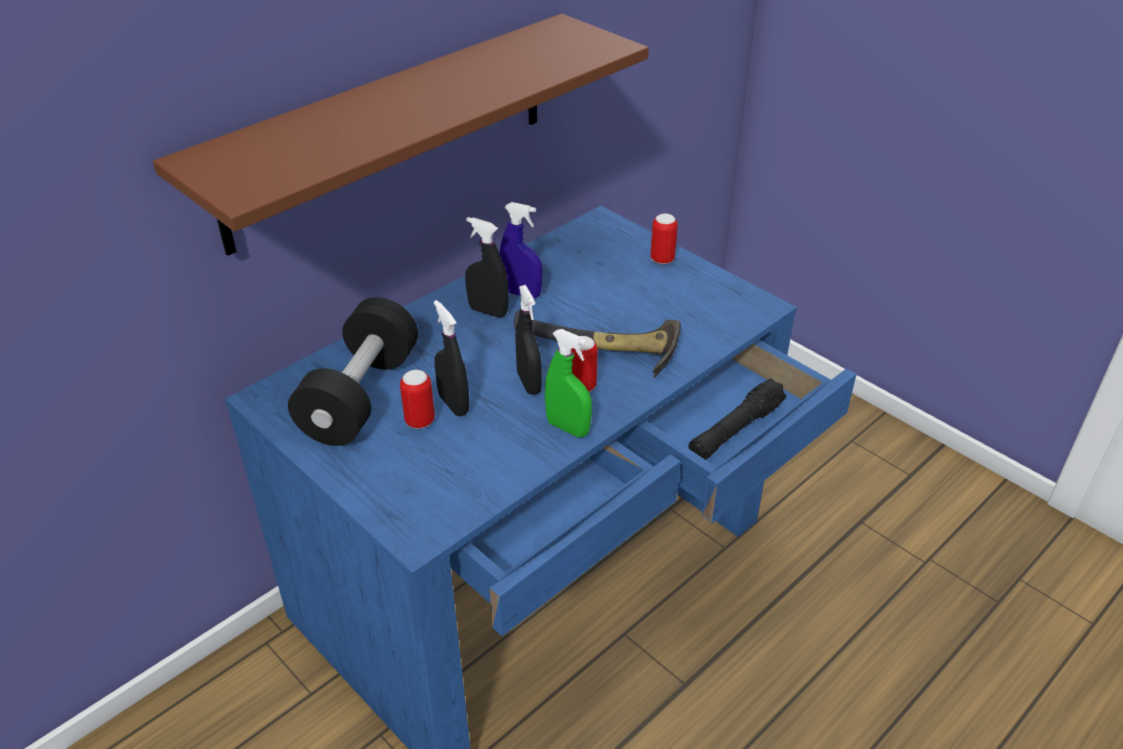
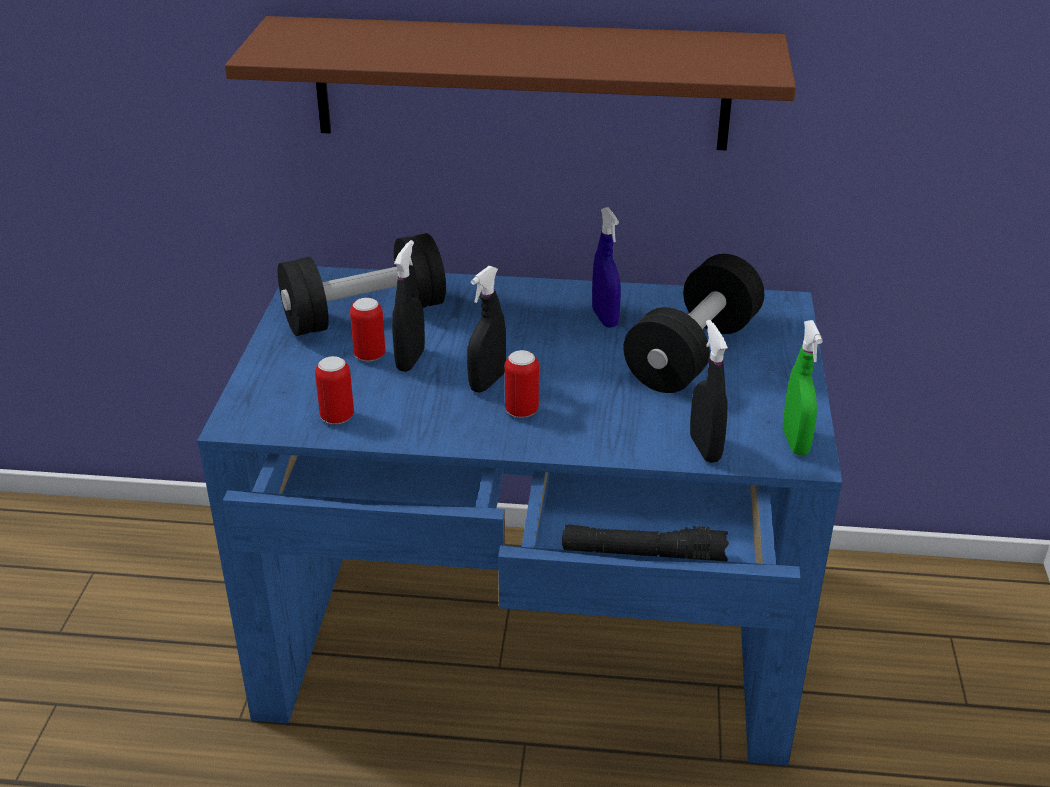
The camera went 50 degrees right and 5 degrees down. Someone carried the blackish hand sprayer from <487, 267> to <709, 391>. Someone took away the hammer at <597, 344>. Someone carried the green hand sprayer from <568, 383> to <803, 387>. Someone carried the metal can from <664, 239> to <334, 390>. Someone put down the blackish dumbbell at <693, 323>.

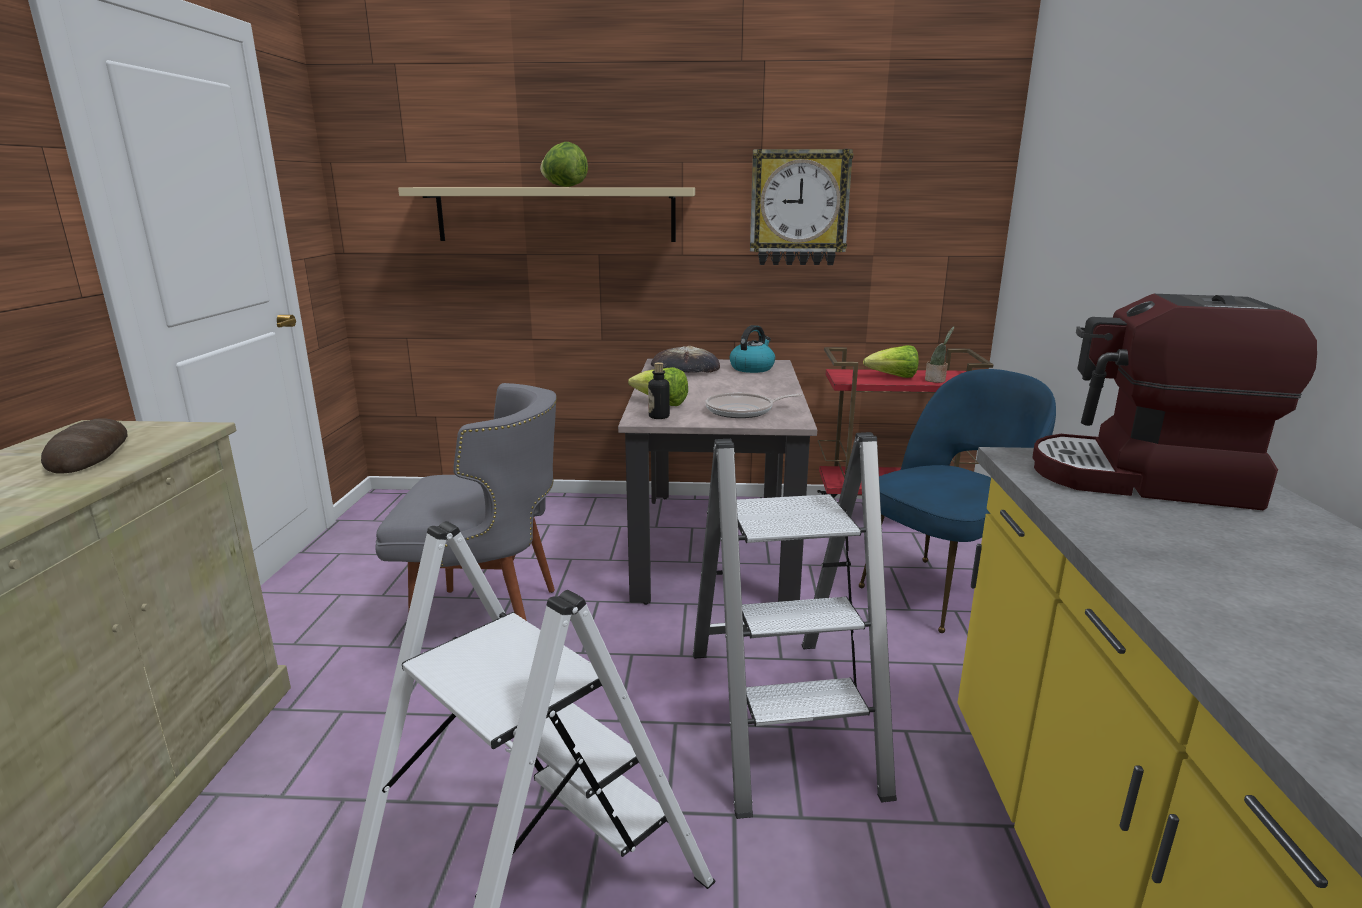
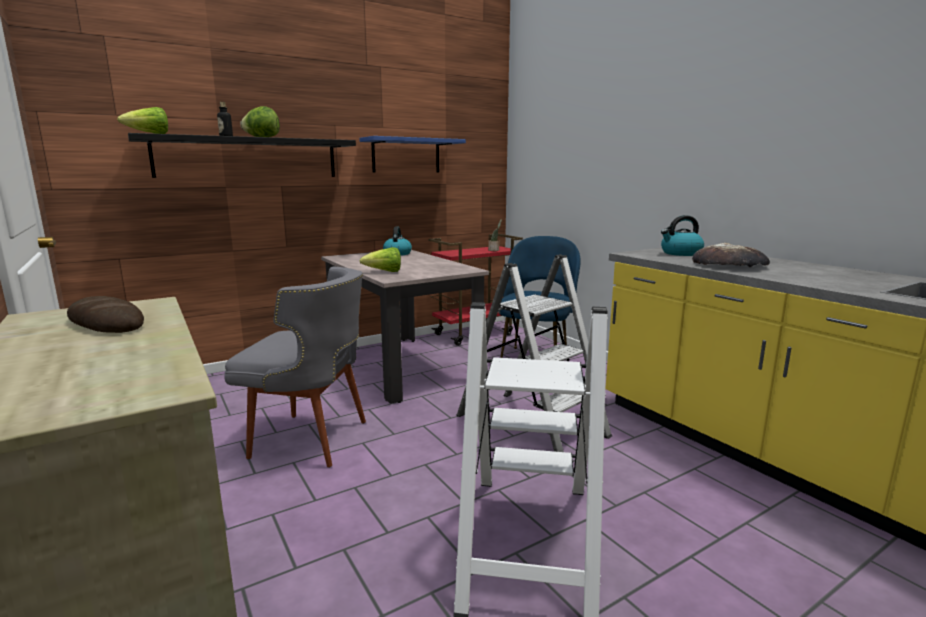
The camera went 35 degrees left and 5 degrees down. Someone rotated the greyish upright chair at <466, 502> by 45 degrees clockwise. Someone repainted the sand-coloured shelf at <546, 214>, which became the blackish shelf at <242, 155>. Someone carried the bottle from <659, 390> to <225, 119>. Someone carried the baked bread from <685, 359> to <731, 255>. Someone took away the skillet at <753, 405>. Someone swapped the hanging clock at <802, 207> for the bluish shelf at <412, 154>. Someone carried the lettuce head from <891, 361> to <142, 120>. Someone swapped the coffee maker at <1175, 402> for the water kettle at <682, 235>.

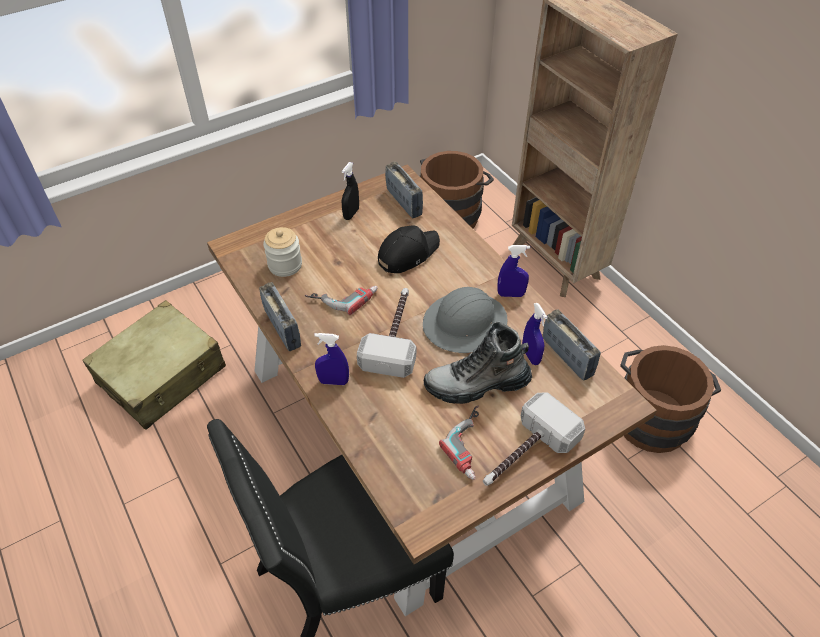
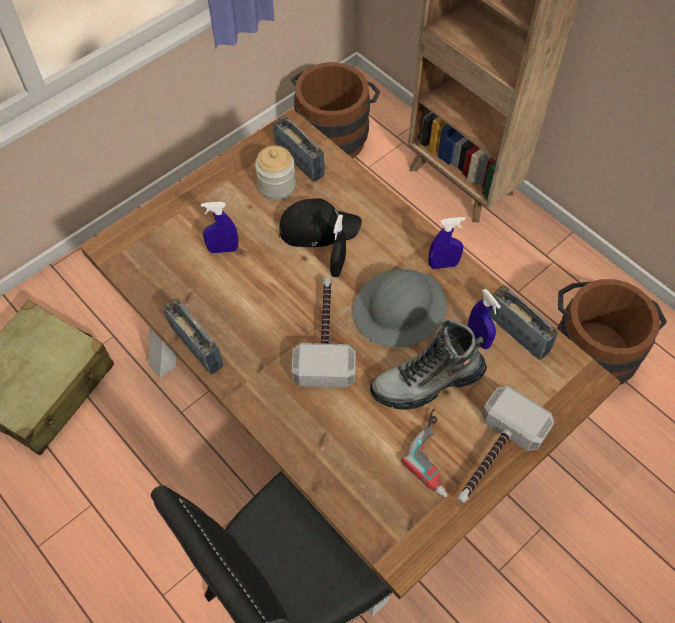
The camera went 10 degrees left and 10 degrees up. Someone carried the jar from <282, 252> to <275, 173>. Someone took away the electric drill at <341, 300>. Someone carried the bluish hand sprayer from <331, 359> to <219, 227>. Someone carried the blackish hand sprayer from <350, 191> to <338, 245>. Someone rotated the blackish peaked cap at <409, 249> by 45 degrees clockwise.

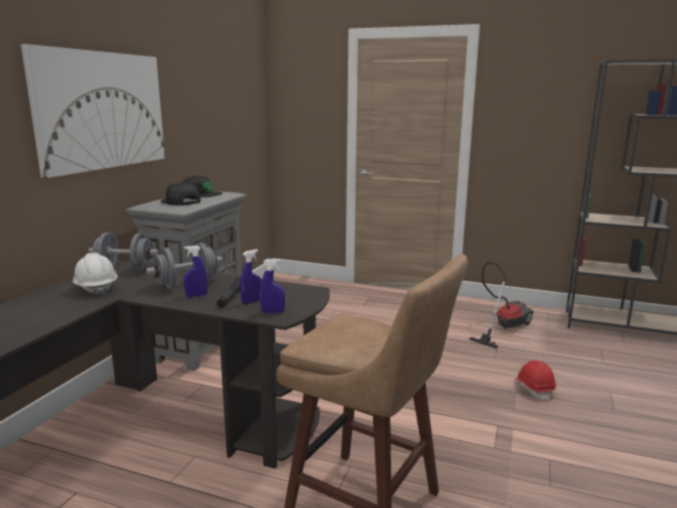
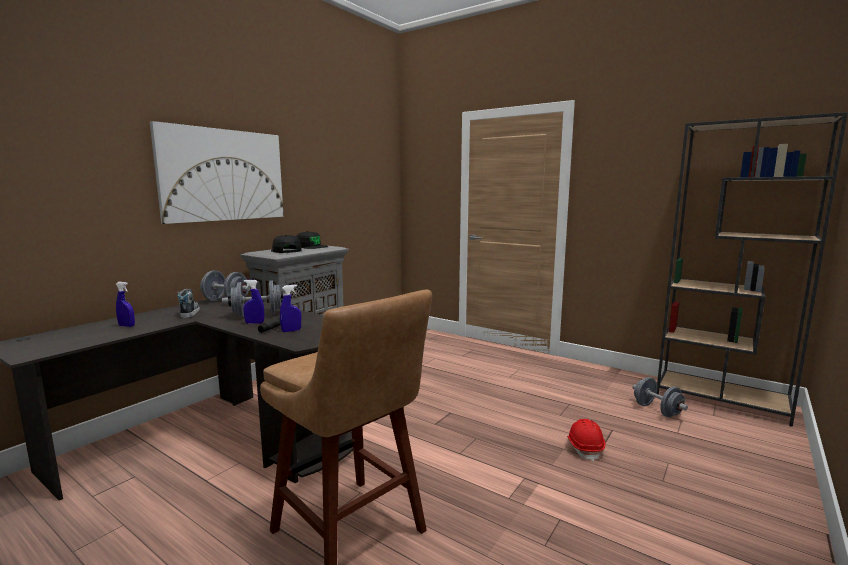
The camera went 15 degrees right and 5 degrees down. Someone swapped the white work helmet at <95, 274> for the item of footwear at <188, 303>. Someone carried the bluish hand sprayer from <272, 286> to <125, 304>. Someone took away the vacuum cleaner at <501, 305>. Someone put down the greyish dumbbell at <660, 397>.

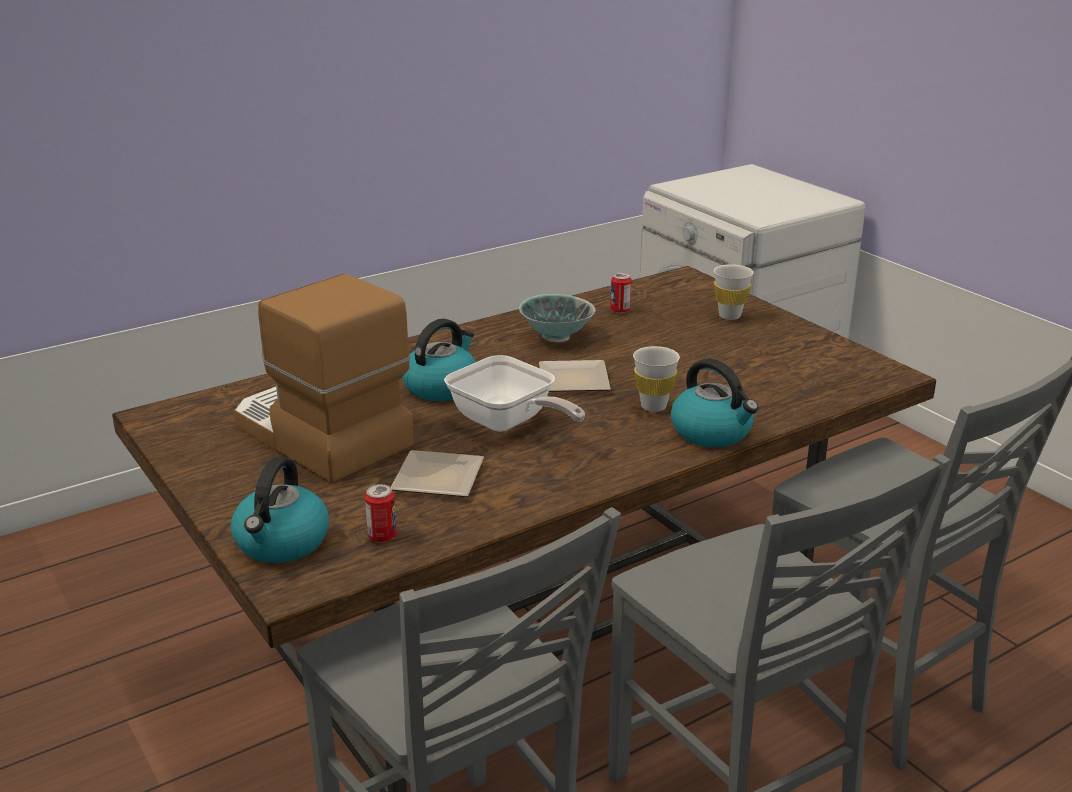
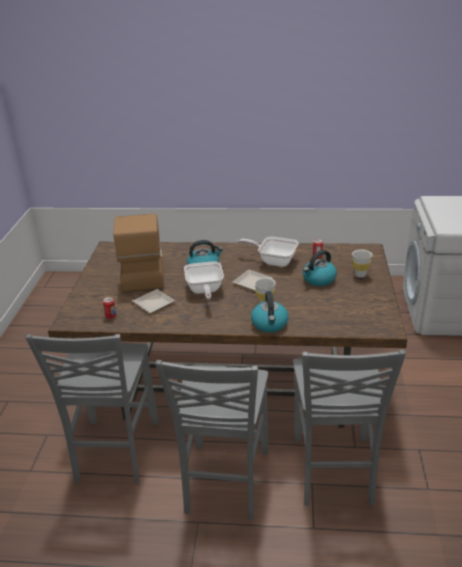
The camera went 40 degrees right and 5 degrees up. Someone carried the water kettle from <280, 509> to <320, 268>. Someone swapped the serving bowl at <557, 318> for the skillet at <268, 252>.

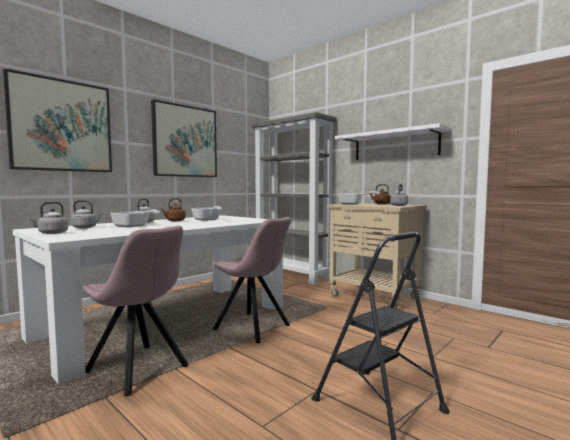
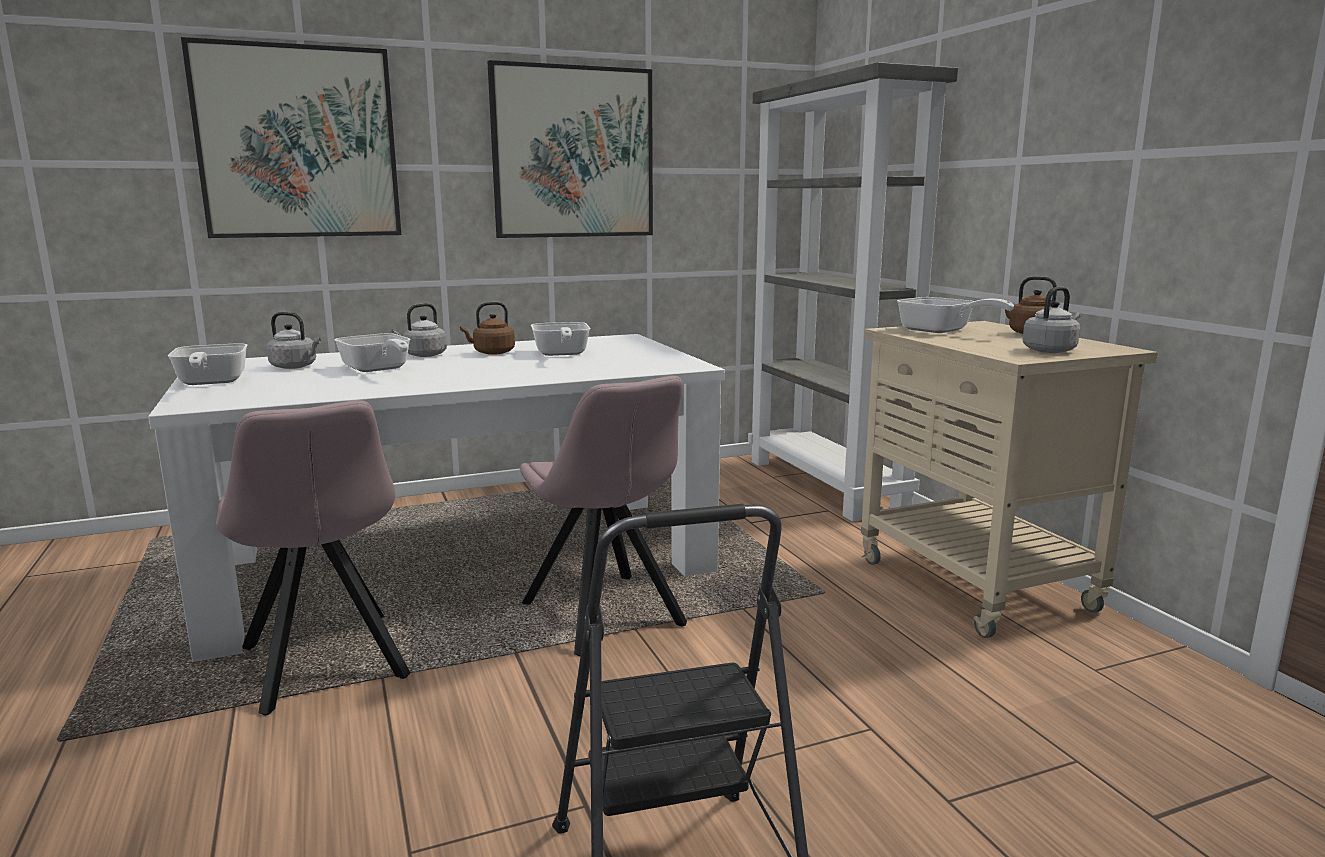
The camera went 25 degrees right and 10 degrees up. Someone swapped the greyish water kettle at <48, 218> for the skillet at <208, 364>. Someone took away the white shelf at <393, 141>.

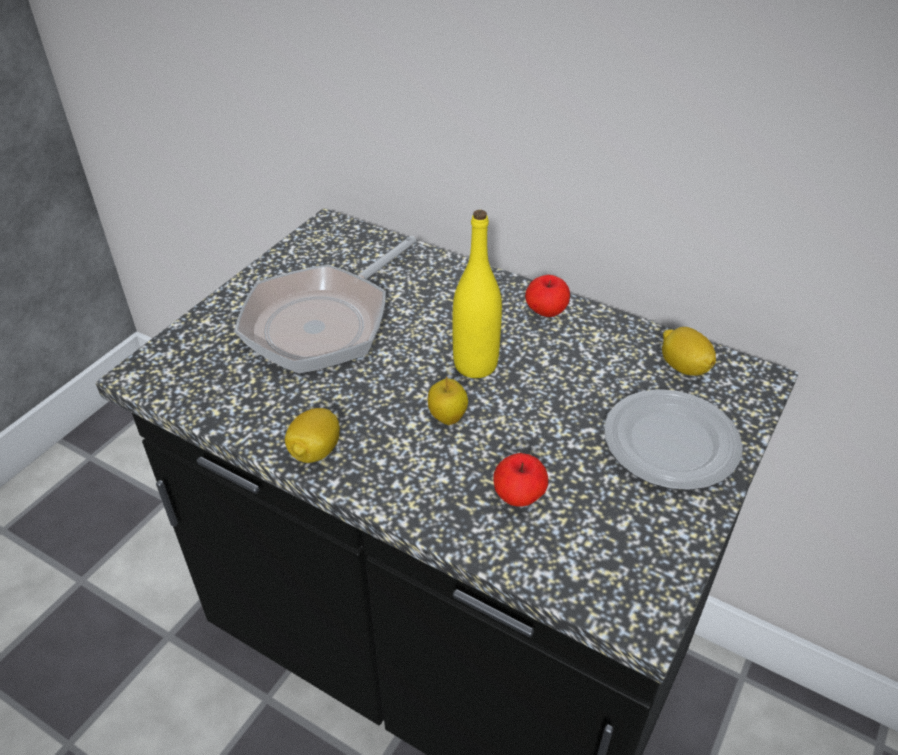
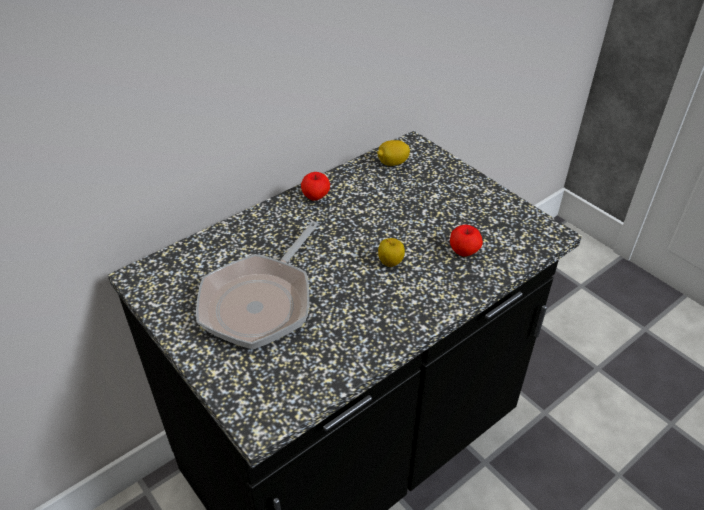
The camera went 70 degrees left and 0 degrees up. Someone rotated the skillet at <325, 305> by 60 degrees clockwise. Someone took away the citrus fruit at <312, 435>. Someone took away the yellow bottle at <477, 294>. Someone took away the plate at <673, 439>.

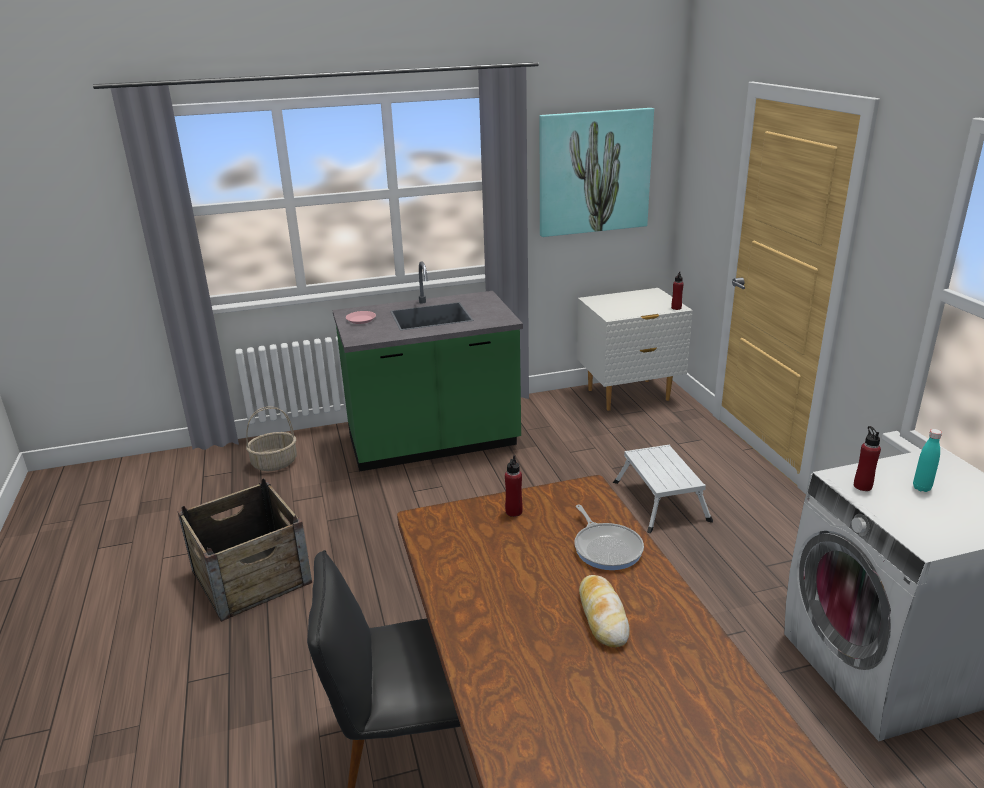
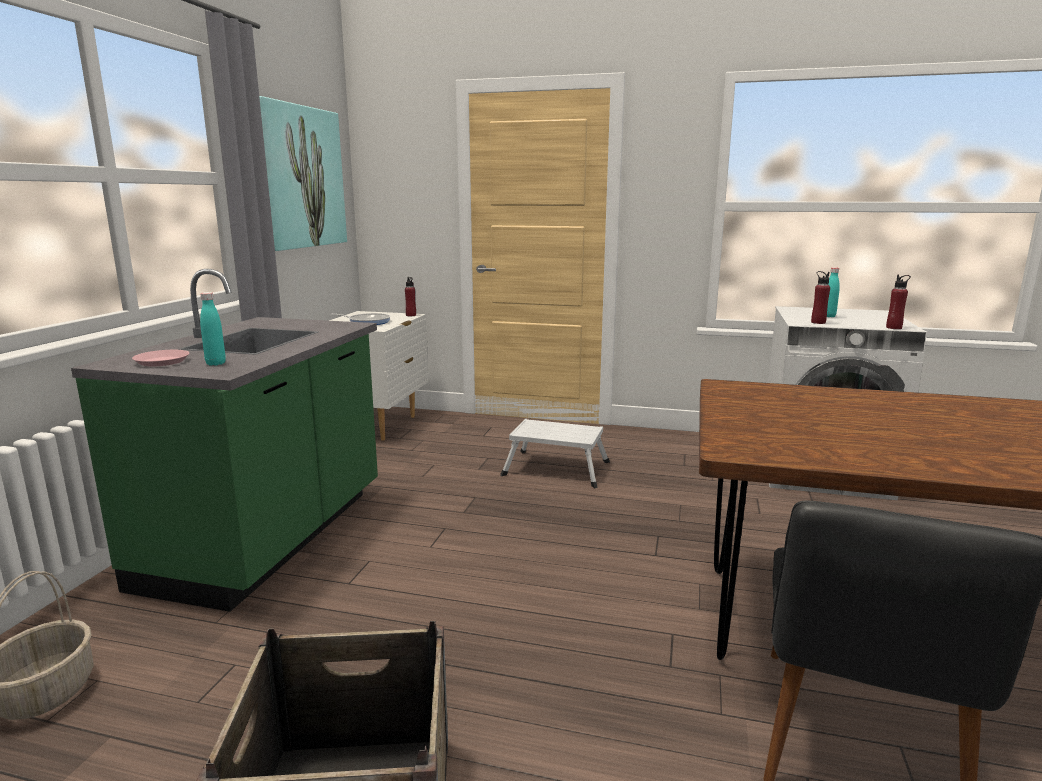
The camera went 60 degrees left and 10 degrees down. Someone carried the reddish bottle from <514, 486> to <898, 302>. Someone carried the skillet from <609, 537> to <361, 319>. Someone took away the baked bread at <604, 611>. Someone put down the turquoise-coloured bottle at <213, 329>.

